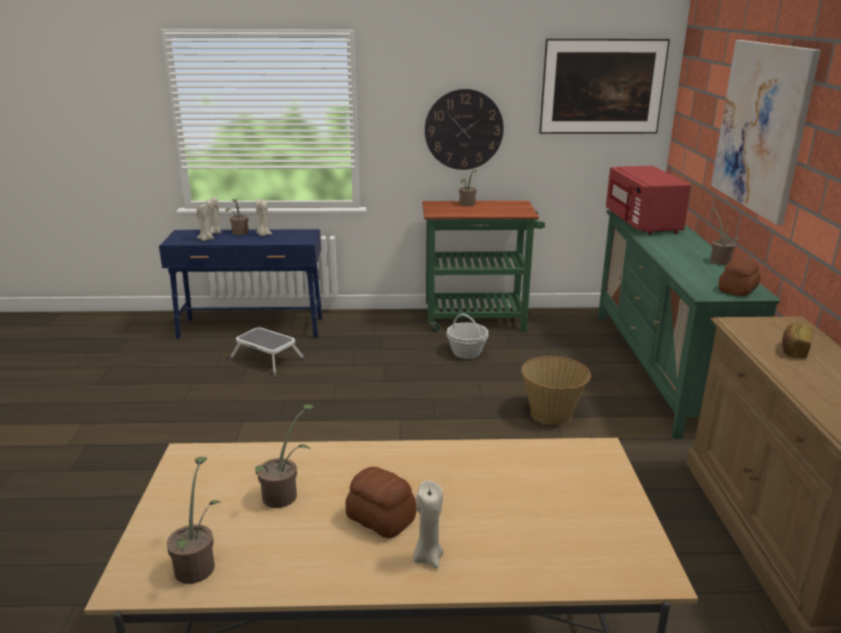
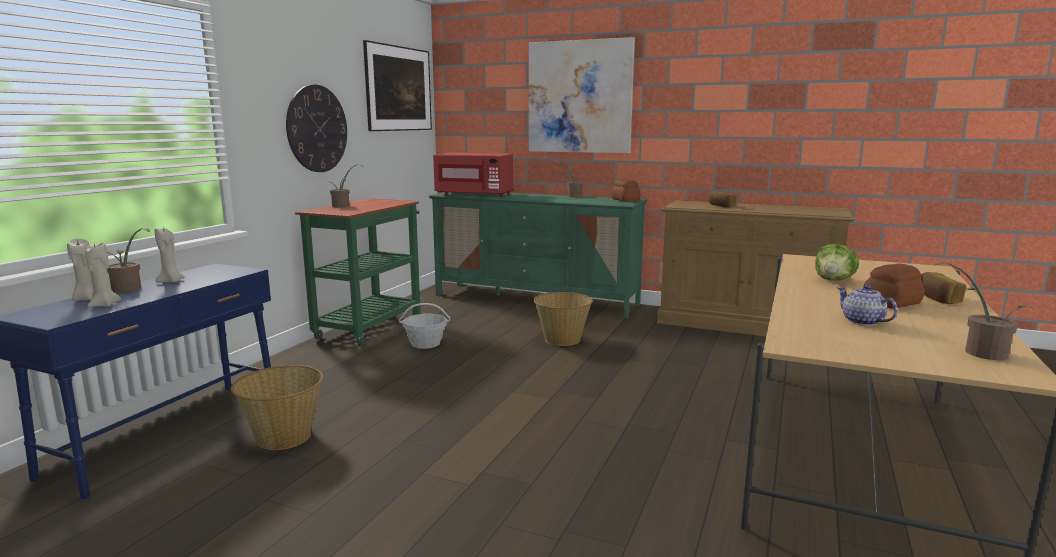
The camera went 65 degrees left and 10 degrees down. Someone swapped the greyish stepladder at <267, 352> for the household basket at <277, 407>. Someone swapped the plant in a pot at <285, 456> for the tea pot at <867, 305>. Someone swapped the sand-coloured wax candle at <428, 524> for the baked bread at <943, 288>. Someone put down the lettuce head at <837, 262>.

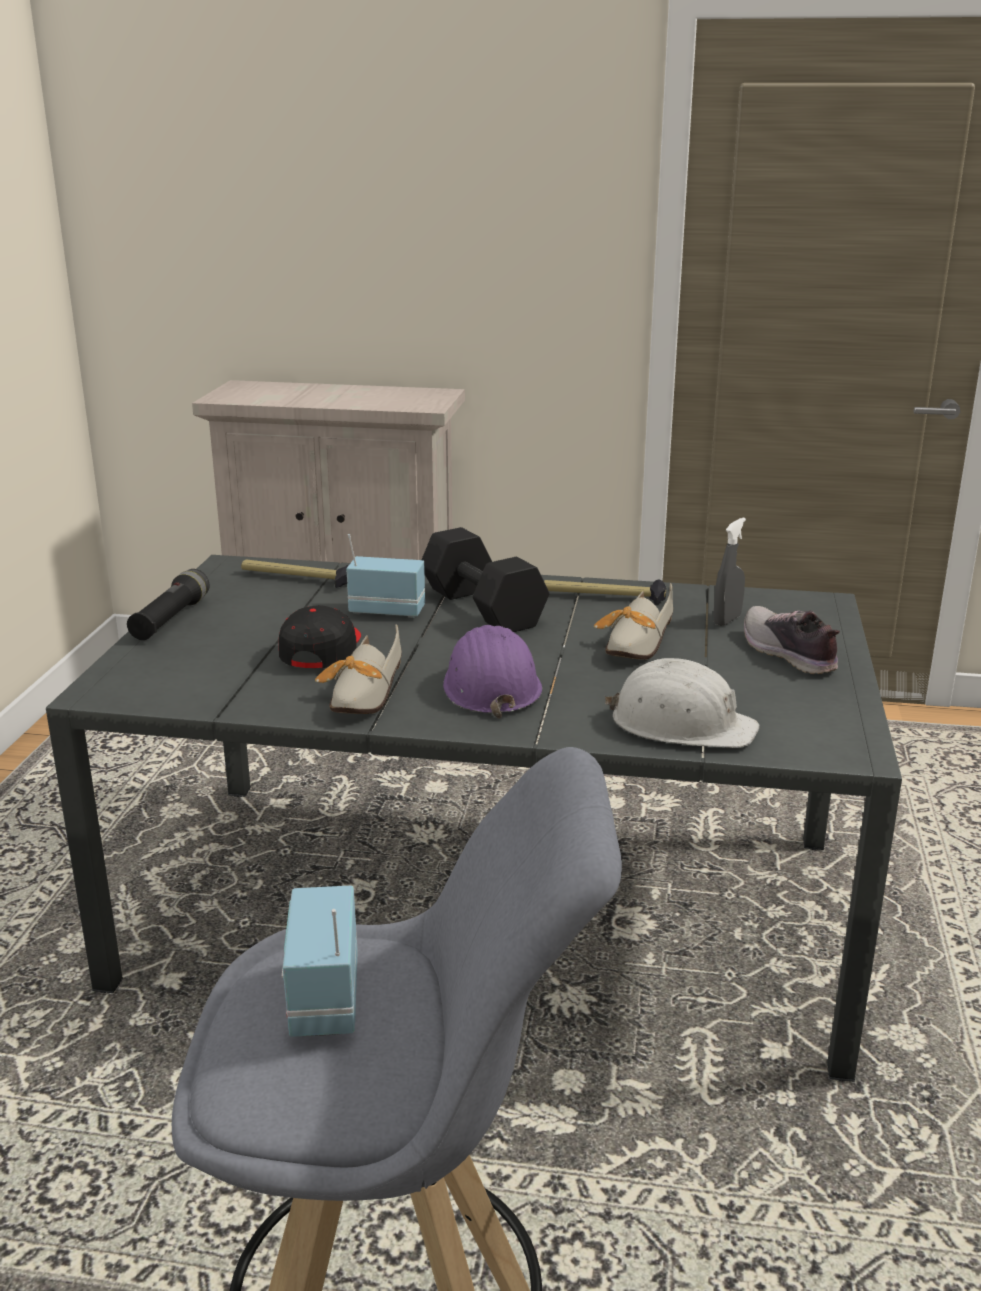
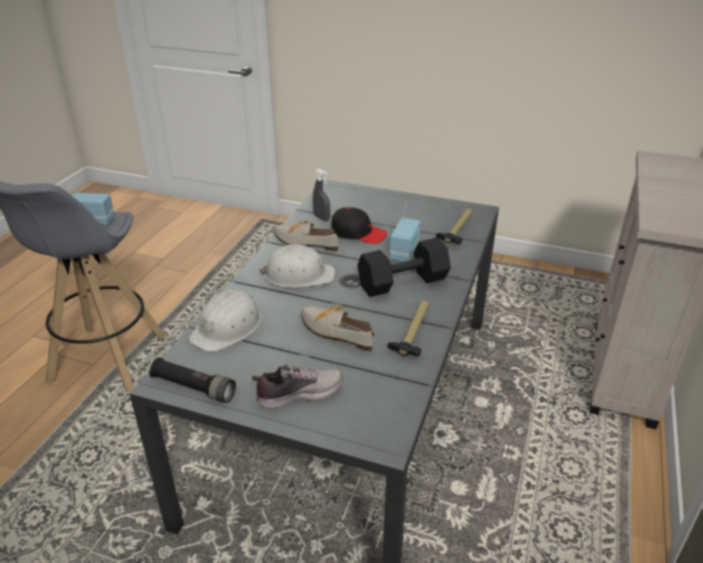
The camera went 100 degrees right and 10 degrees up. Someone carried the blackish torch from <168, 604> to <192, 380>. Someone repainted the purple work helmet at <492, 671>, which became the white work helmet at <297, 266>. Someone carried the greyish hand sprayer from <729, 571> to <321, 195>.

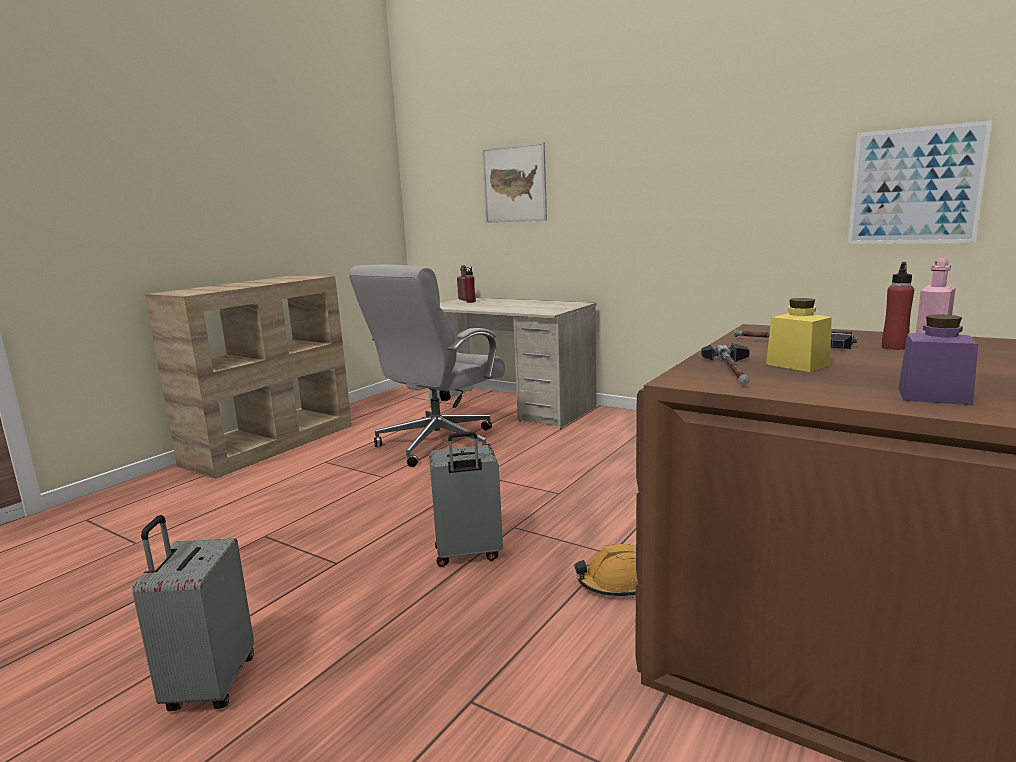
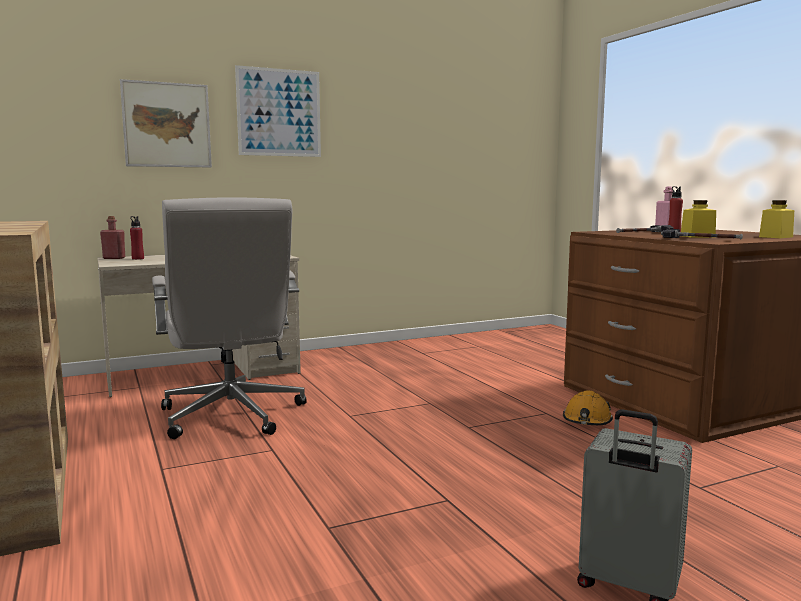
The camera went 60 degrees left and 5 degrees down. Someone took away the greyish piece of luggage at <466, 499>. Someone carried the picture from <920, 182> to <278, 111>. Someone repainted the purple jar at <938, 359>, which became the yellow jar at <776, 219>.

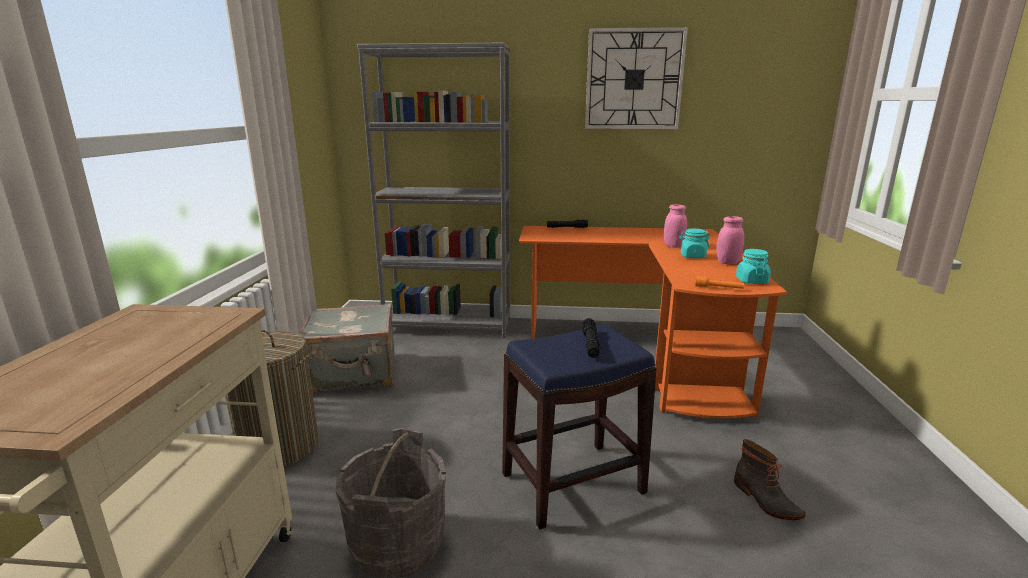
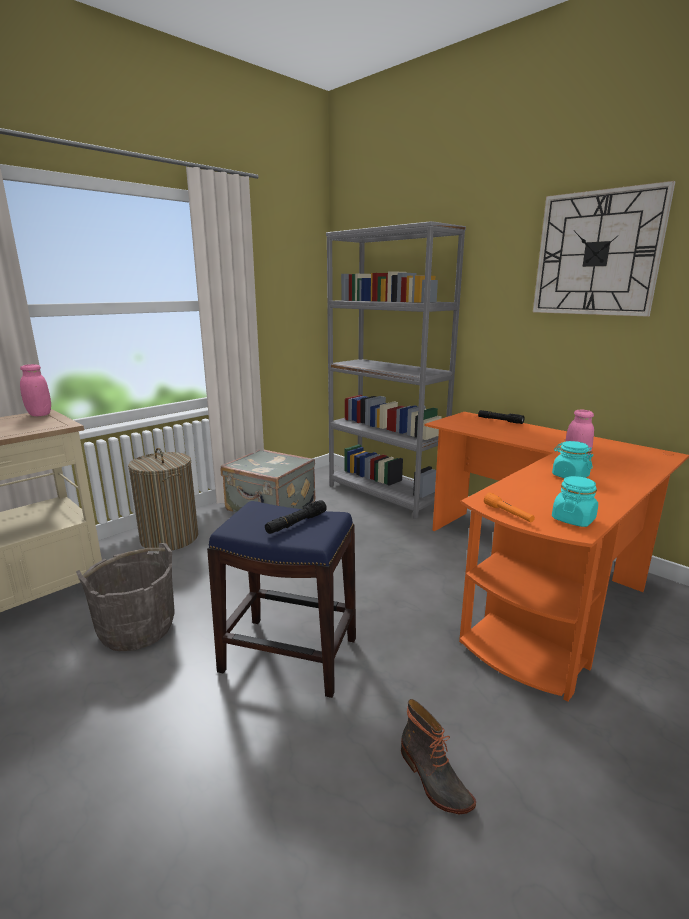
The camera went 40 degrees right and 0 degrees up. Someone carried the pink jar from <730, 240> to <35, 390>. Someone rotated the high-top boot at <770, 479> by 45 degrees counterclockwise.

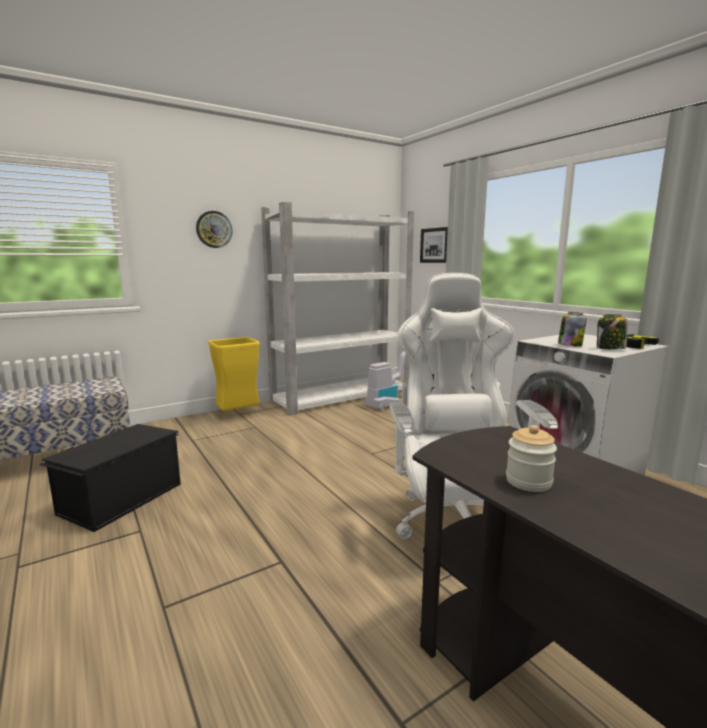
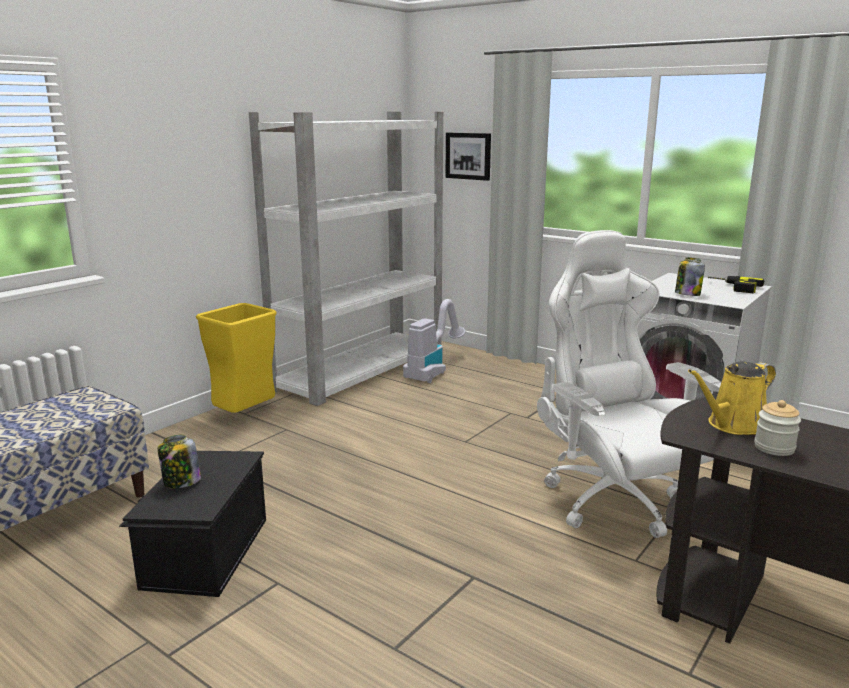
The camera went 20 degrees left and 5 degrees up. Someone took away the hanging clock at <214, 229>. Someone carried the jar from <612, 332> to <179, 462>. Someone put down the yellow sprinkling can at <732, 398>.

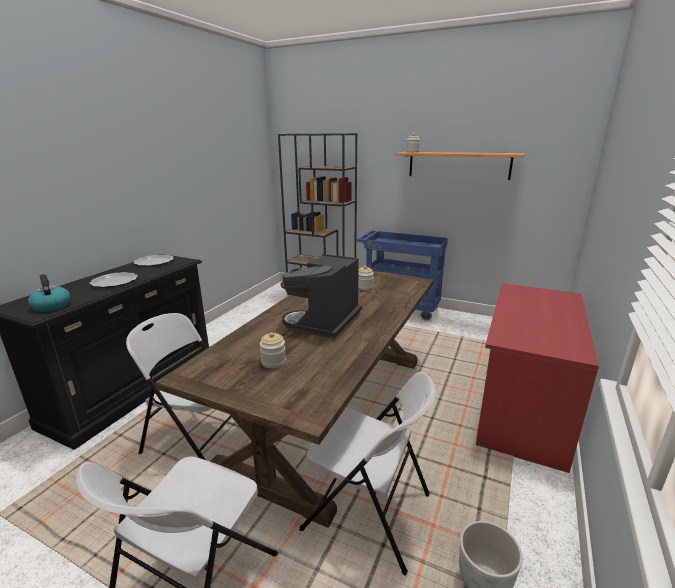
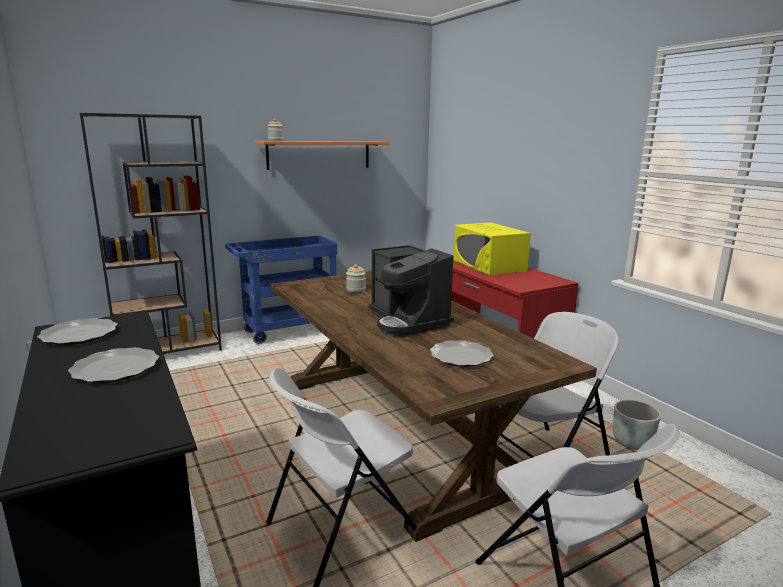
The camera went 55 degrees left and 5 degrees down. Someone took away the water kettle at <49, 293>. Someone swapped the jar at <273, 350> for the plate at <462, 353>. Someone put down the yellow kitchen microwave at <492, 248>.

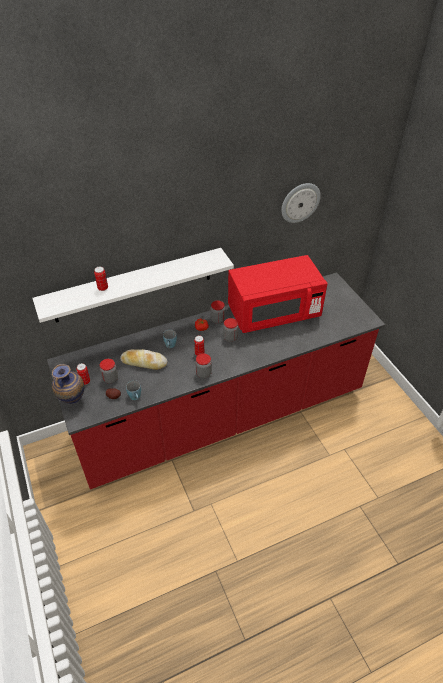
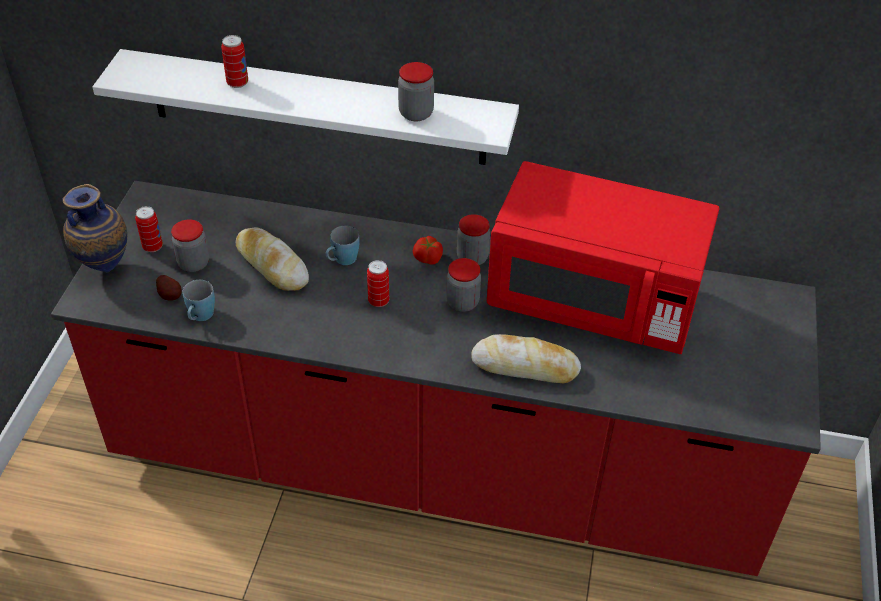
The camera went 35 degrees right and 0 degrees up. Someone carried the jar from <203, 365> to <416, 91>. Someone took away the hanging clock at <301, 203>. Someone put down the baked bread at <526, 358>.

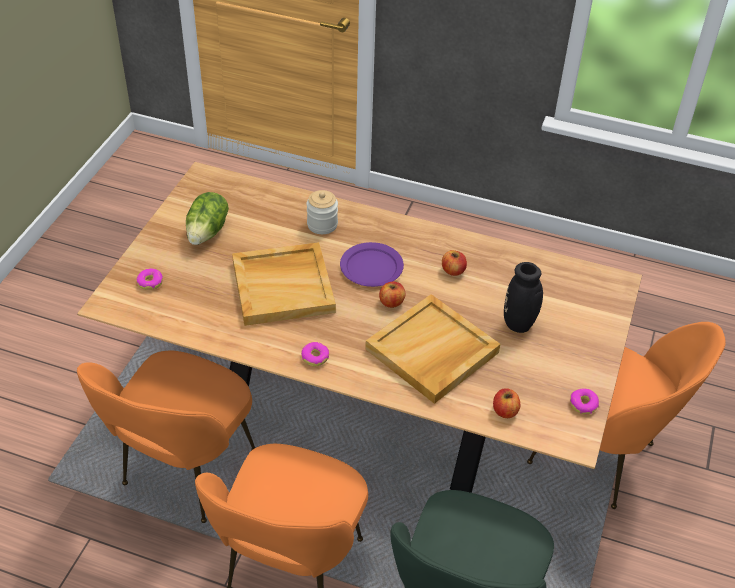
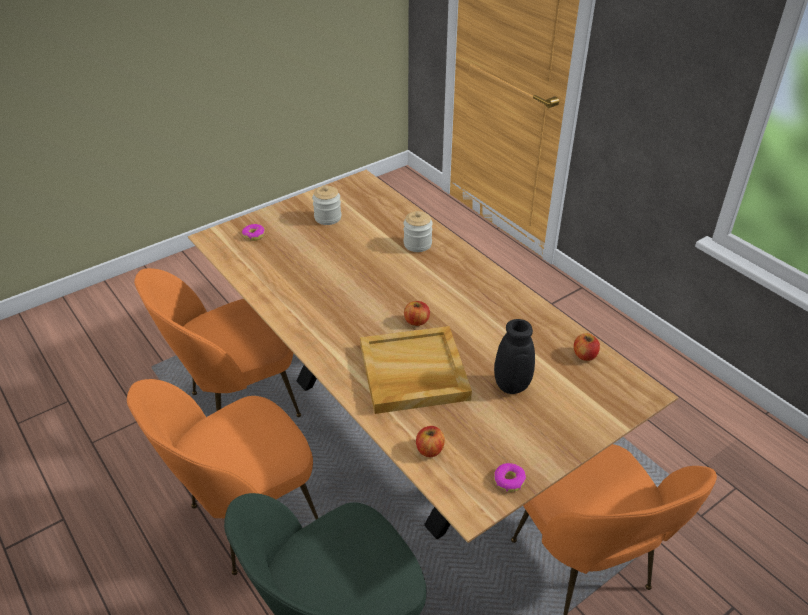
The camera went 35 degrees right and 5 degrees down. Someone swapped the lettuce head at <207, 218> for the jar at <326, 205>. Someone took away the sand-coloured carrying tray at <284, 284>. Someone took away the ring doughnut at <315, 354>. Someone took away the purple plate at <372, 264>. Someone carried the apple fruit from <454, 263> to <587, 347>.

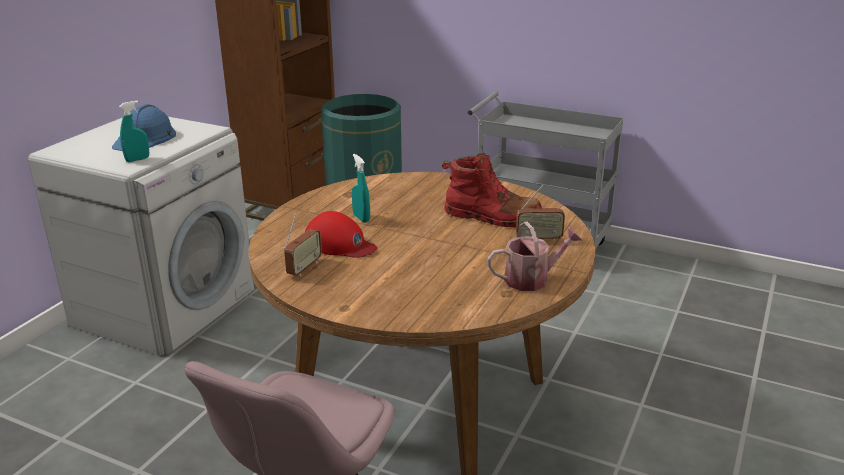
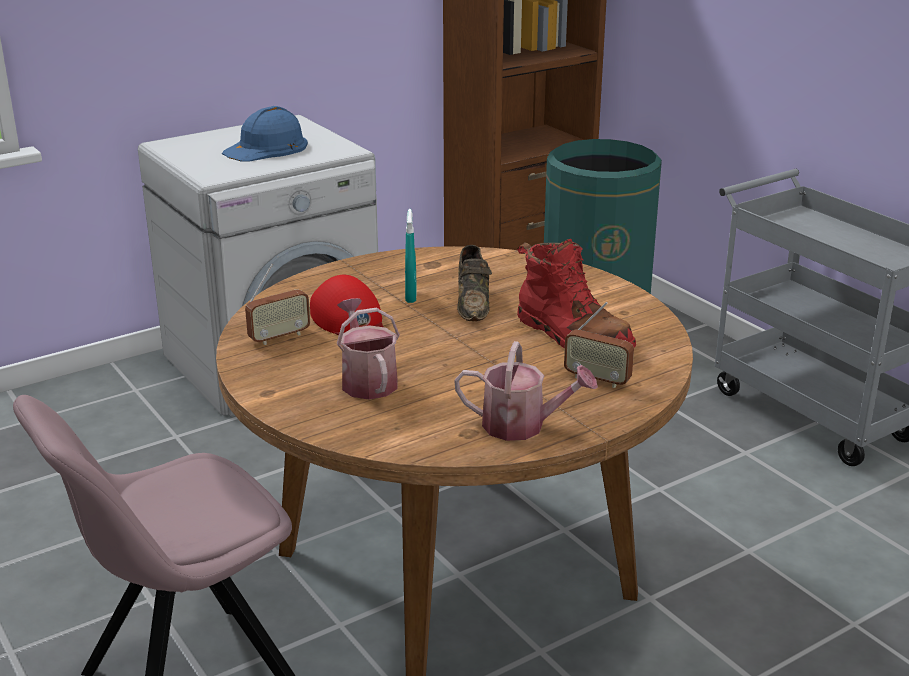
The camera went 30 degrees right and 0 degrees up. Someone took away the turquoise-coloured hand sprayer at <134, 131>. Someone put down the sprinkling can at <368, 348>. Someone put down the brown item of footwear at <474, 283>.

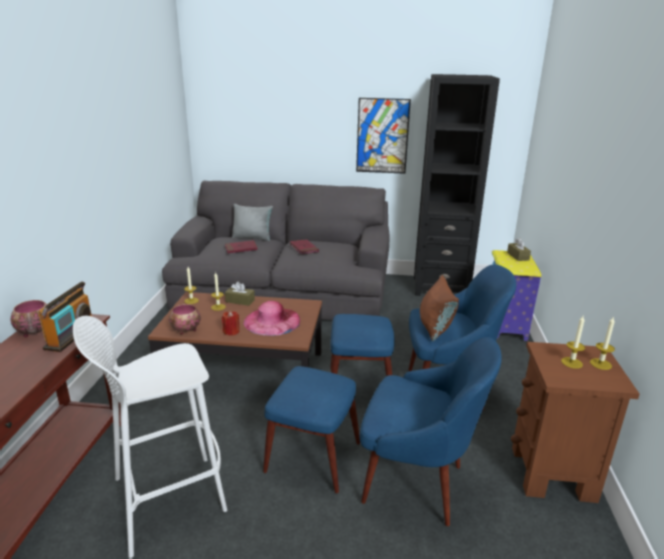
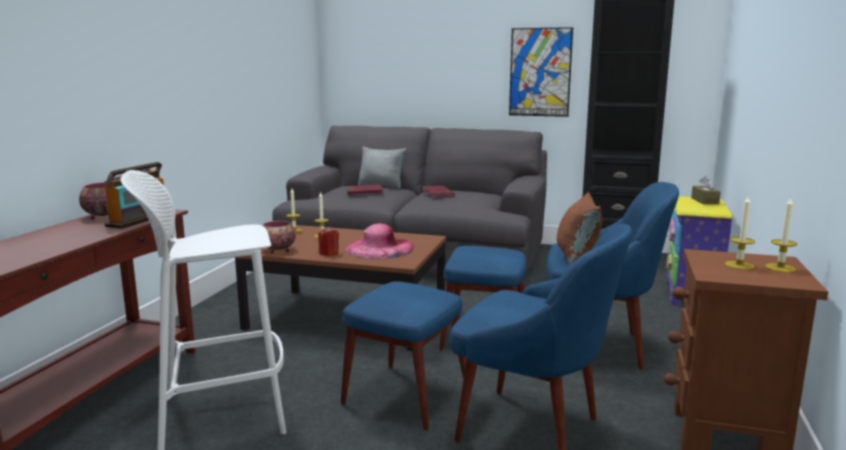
The camera went 10 degrees right and 10 degrees down. Someone took away the brown tissue holder at <240, 293>.

